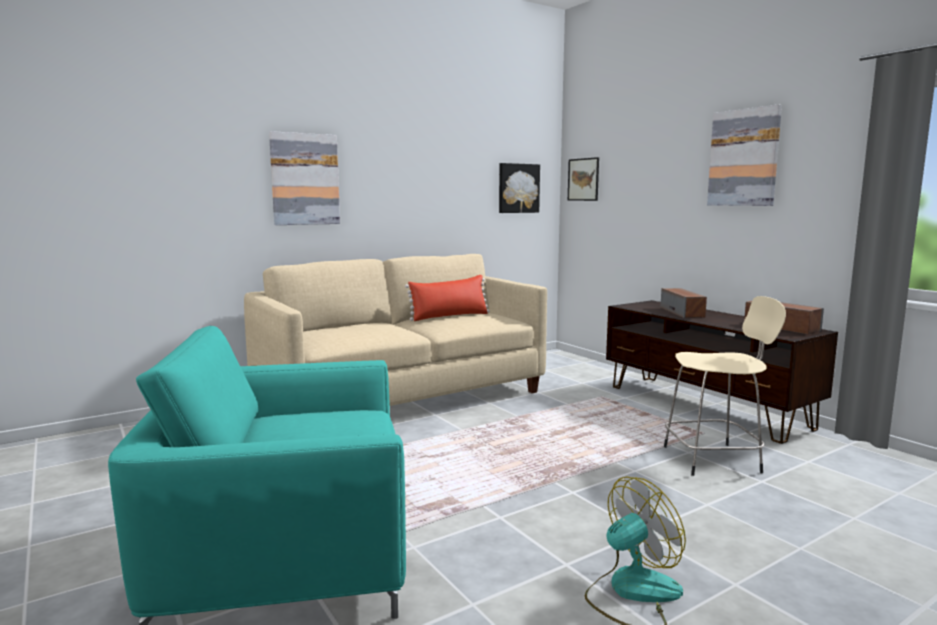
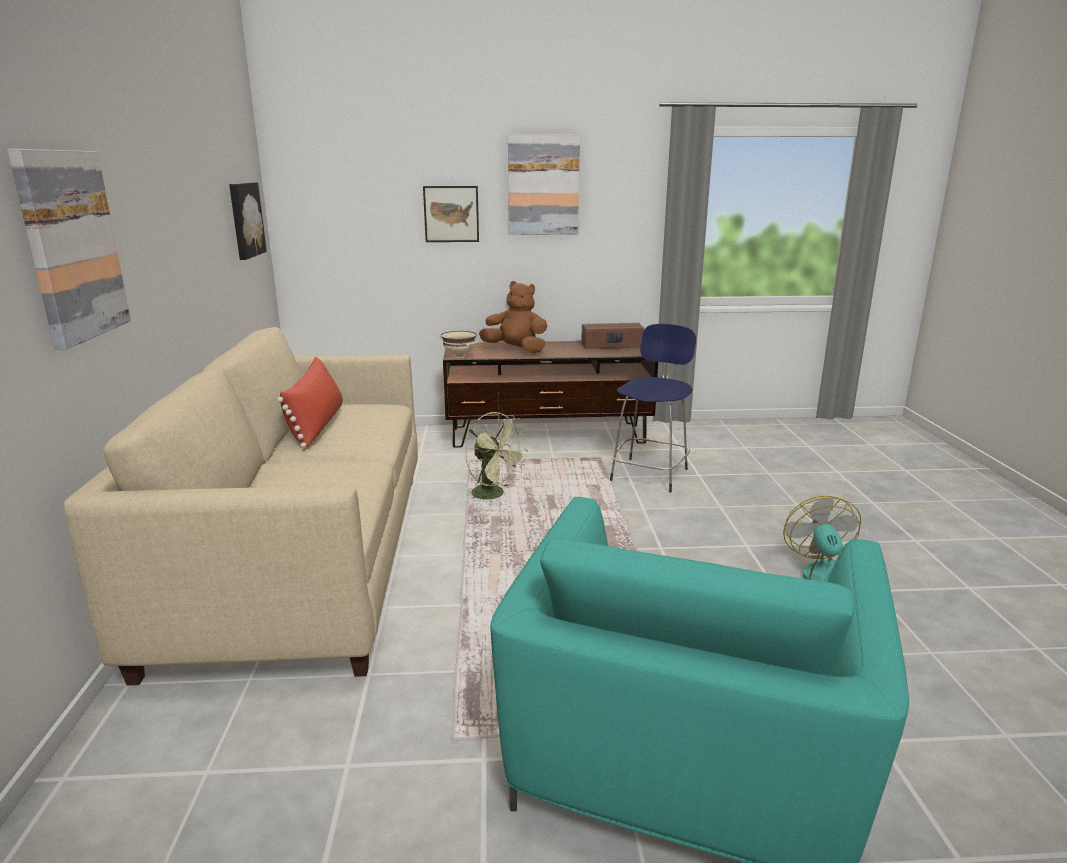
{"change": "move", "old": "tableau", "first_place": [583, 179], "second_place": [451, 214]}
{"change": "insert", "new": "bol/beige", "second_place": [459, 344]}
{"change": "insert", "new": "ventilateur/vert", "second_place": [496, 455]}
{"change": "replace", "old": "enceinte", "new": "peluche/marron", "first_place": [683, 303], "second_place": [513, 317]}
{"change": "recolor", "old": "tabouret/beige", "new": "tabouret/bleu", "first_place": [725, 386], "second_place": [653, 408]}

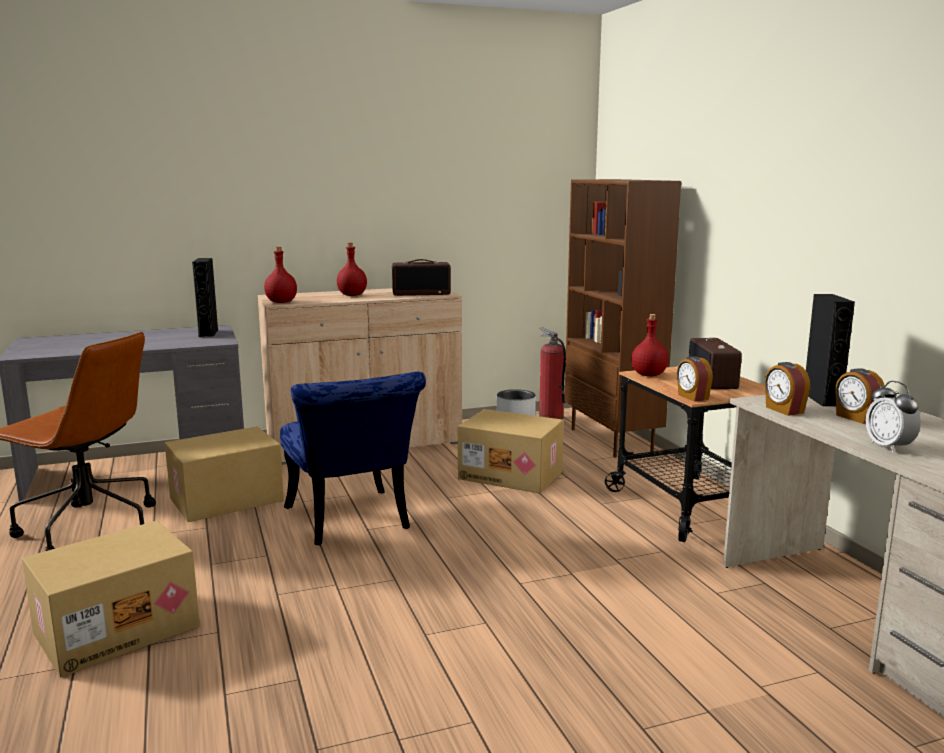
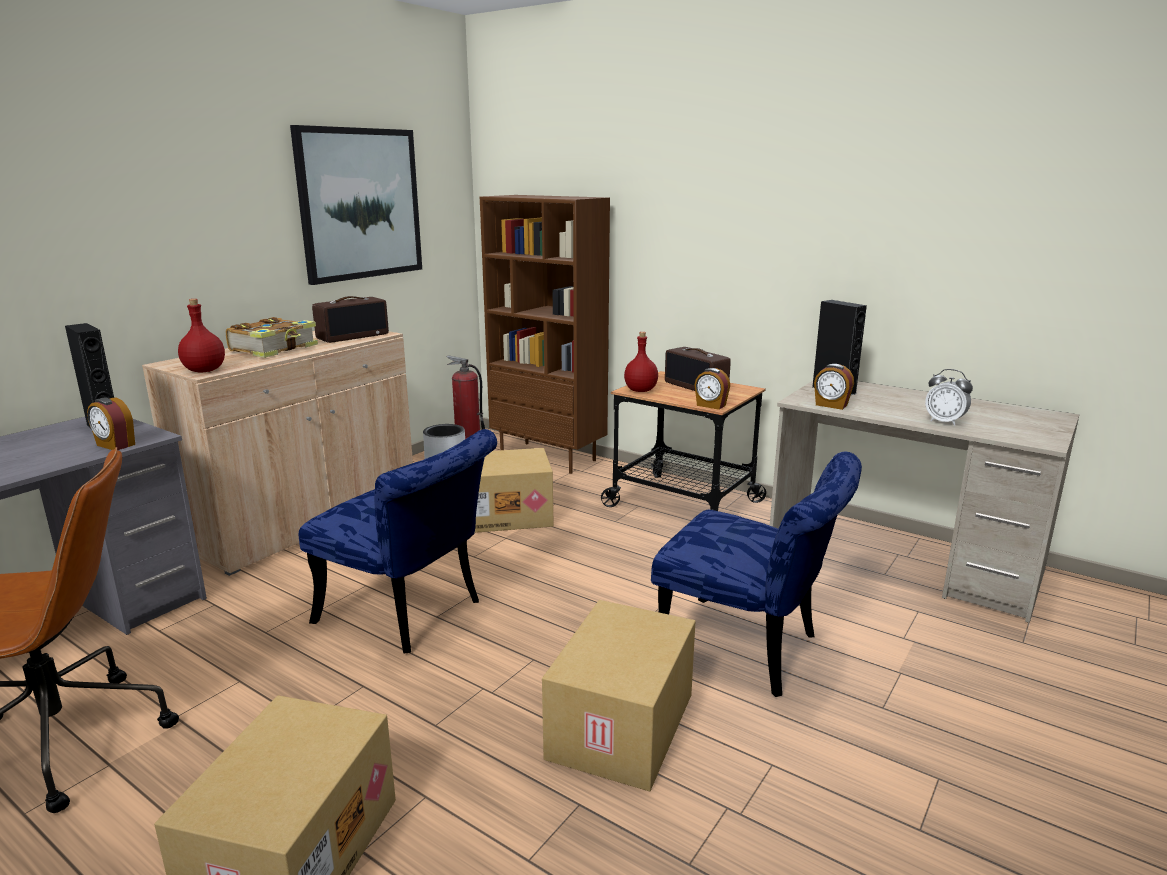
{"change": "move", "old": "réveil", "first_place": [860, 396], "second_place": [111, 423]}
{"change": "replace", "old": "bouteille/rouge", "new": "livre", "first_place": [352, 269], "second_place": [272, 337]}
{"change": "insert", "new": "tableau", "second_place": [356, 205]}
{"change": "move", "old": "carton", "first_place": [224, 474], "second_place": [618, 695]}
{"change": "insert", "new": "chaise/bleu", "second_place": [756, 574]}

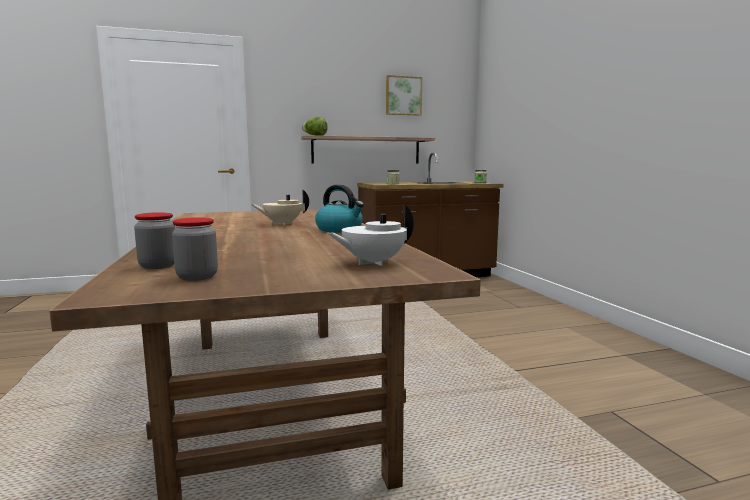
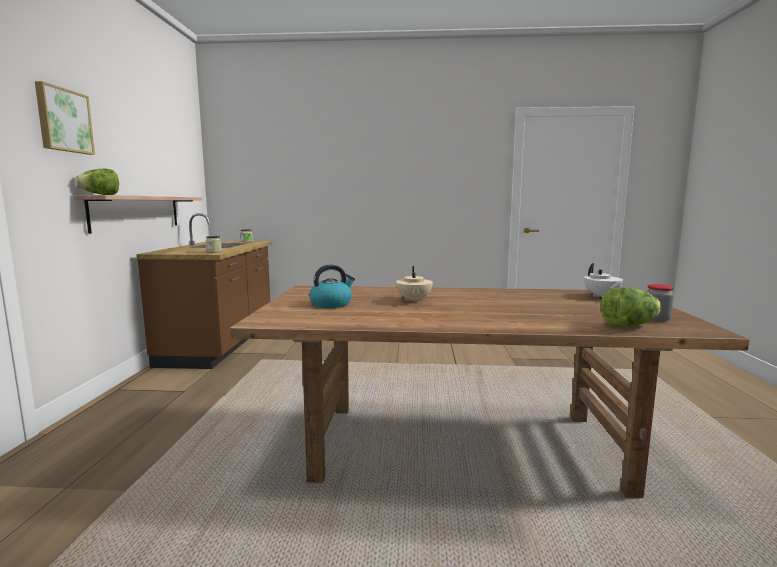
{"change": "move", "old": "tableau", "first_place": [404, 95], "second_place": [65, 118]}
{"change": "move", "old": "bouilloire", "first_place": [339, 208], "second_place": [332, 286]}
{"change": "replace", "old": "bocal", "new": "laitue", "first_place": [154, 240], "second_place": [631, 307]}

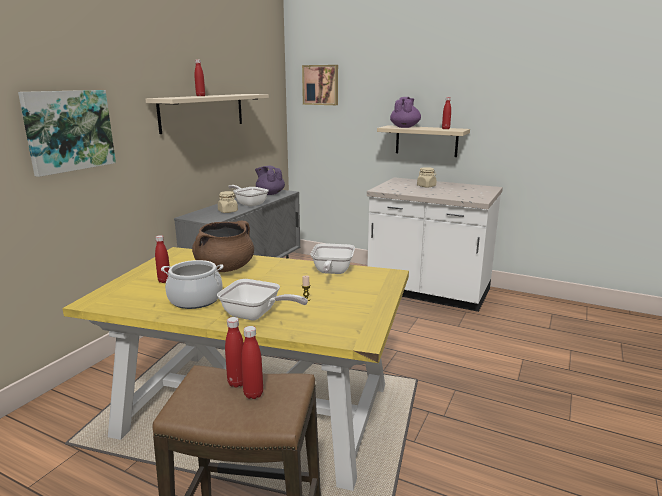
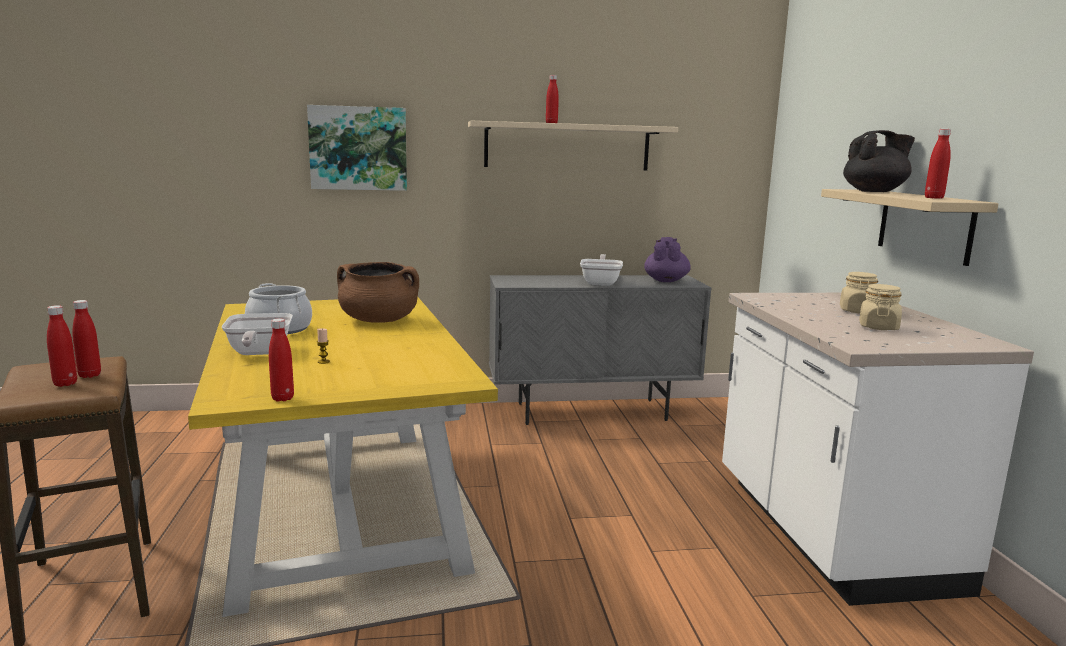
{"change": "move", "old": "bouteille/rouge", "first_place": [162, 259], "second_place": [281, 360]}
{"change": "recolor", "old": "théière/violet", "new": "théière/noir", "first_place": [405, 112], "second_place": [879, 161]}
{"change": "move", "old": "bocal/beige", "first_place": [228, 202], "second_place": [880, 307]}
{"change": "delete", "old": "tableau", "first_place": [320, 85]}
{"change": "delete", "old": "poêle", "first_place": [333, 258]}

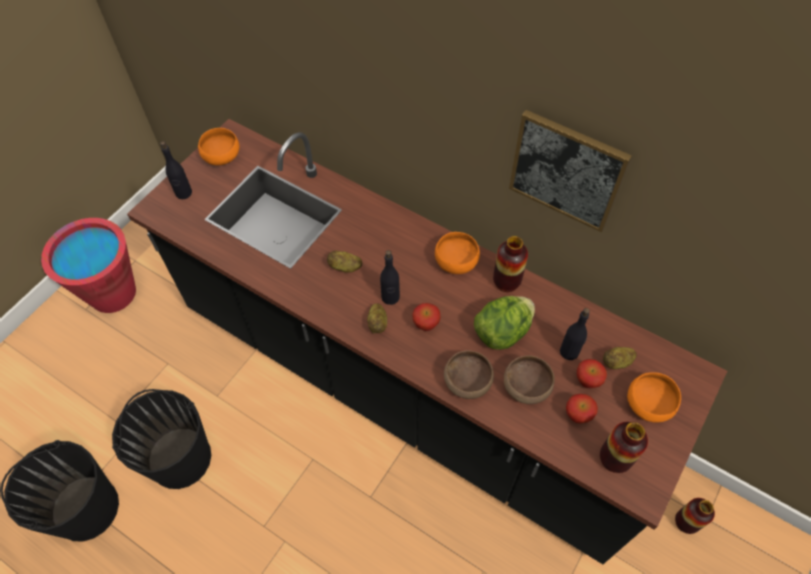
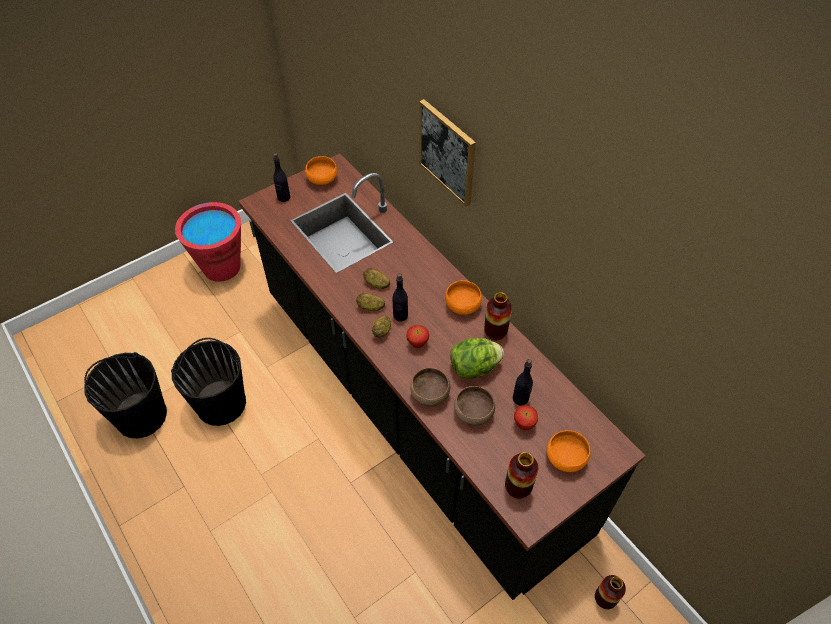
{"change": "move", "old": "pomme de terre", "first_place": [620, 358], "second_place": [370, 302]}
{"change": "move", "old": "tableau", "first_place": [570, 171], "second_place": [447, 153]}
{"change": "delete", "old": "pomme", "first_place": [582, 409]}

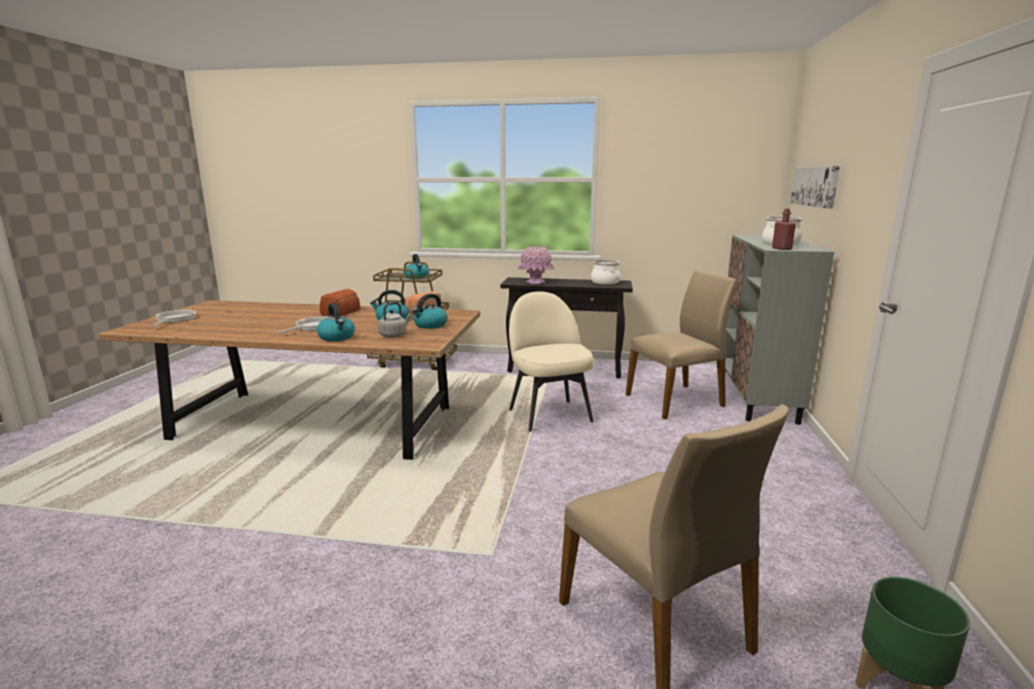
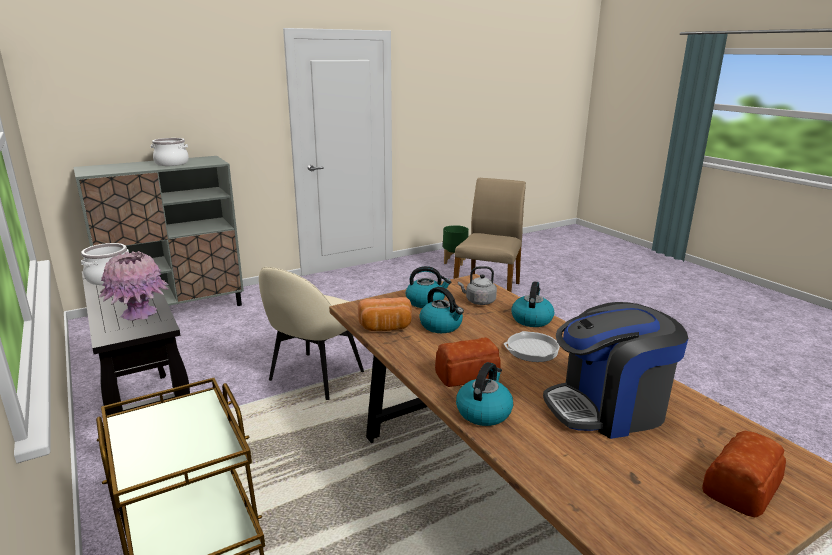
{"change": "move", "old": "bouilloire", "first_place": [416, 266], "second_place": [484, 394]}
{"change": "insert", "new": "machine à café", "second_place": [616, 370]}
{"change": "replace", "old": "poêle", "new": "pain", "first_place": [174, 318], "second_place": [744, 474]}
{"change": "delete", "old": "chaise/beige", "first_place": [681, 344]}
{"change": "delete", "old": "bouteille/rouge", "first_place": [784, 229]}
{"change": "delete", "old": "tableau", "first_place": [815, 187]}

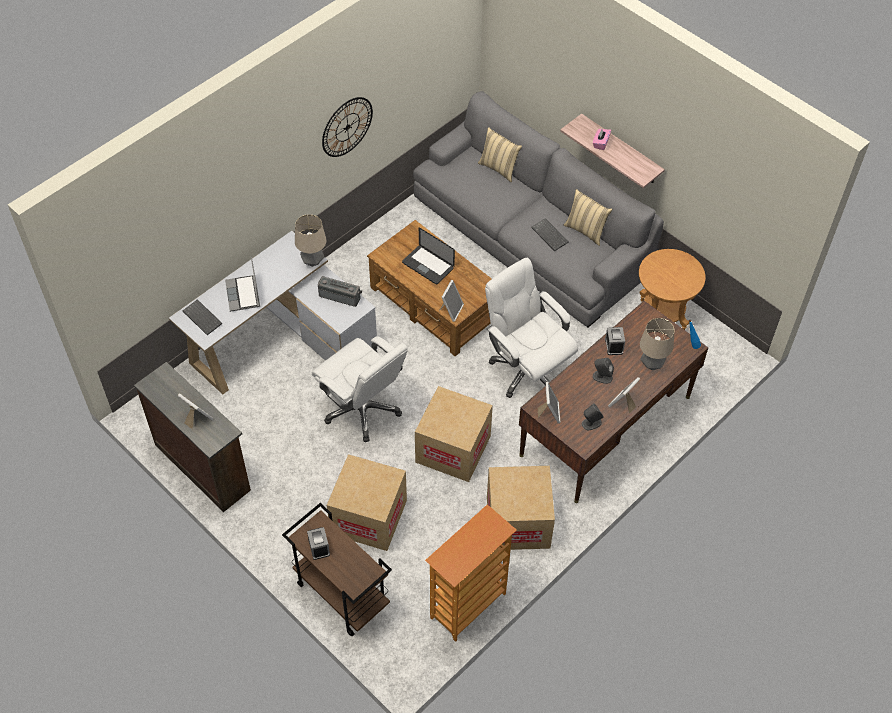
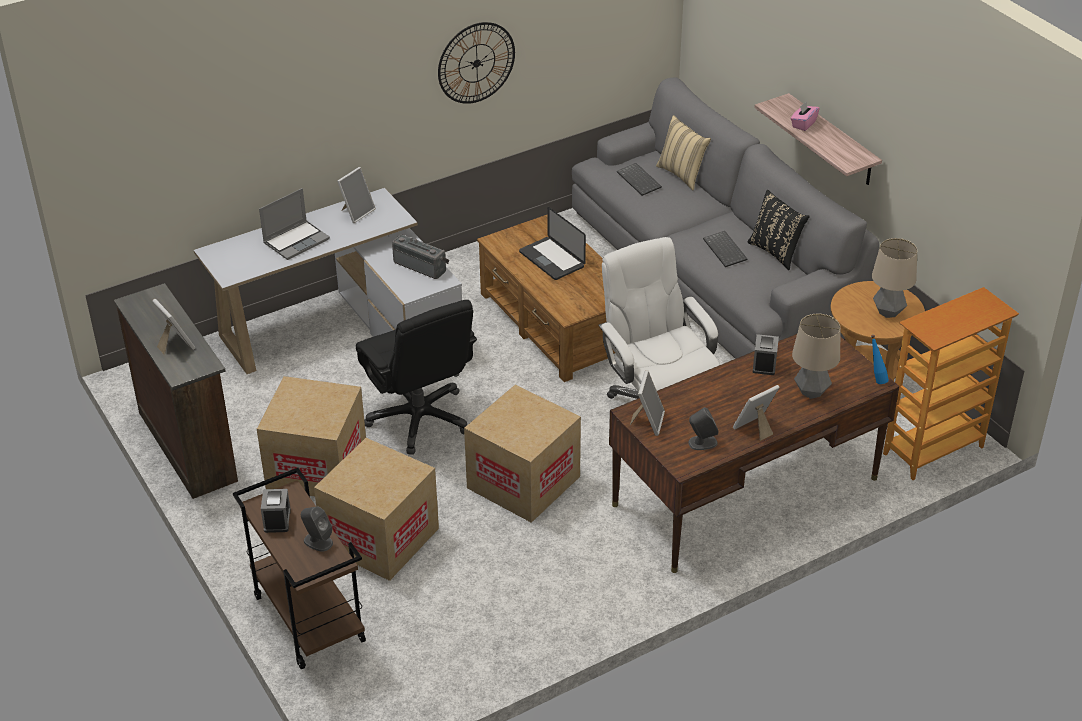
{"change": "move", "old": "carton", "first_place": [521, 508], "second_place": [311, 436]}
{"change": "rotate", "old": "ordinateur portable", "first_place": [242, 284], "second_place": [294, 224], "degrees": -135}
{"change": "move", "old": "enceinte/gris", "first_place": [603, 371], "second_place": [317, 529]}
{"change": "move", "old": "cadre photo", "first_place": [451, 301], "second_place": [356, 195]}
{"change": "recolor", "old": "chaise de bureau/blanc", "new": "chaise de bureau/noir", "first_place": [360, 389], "second_place": [416, 377]}
{"change": "move", "old": "clavier", "first_place": [202, 317], "second_place": [639, 179]}
{"change": "recolor", "old": "coussin/beige", "new": "coussin/noir", "first_place": [588, 217], "second_place": [778, 230]}
{"change": "move", "old": "lampe de table", "first_place": [310, 240], "second_place": [894, 278]}
{"change": "move", "old": "bibliothèque", "first_place": [470, 573], "second_place": [951, 383]}

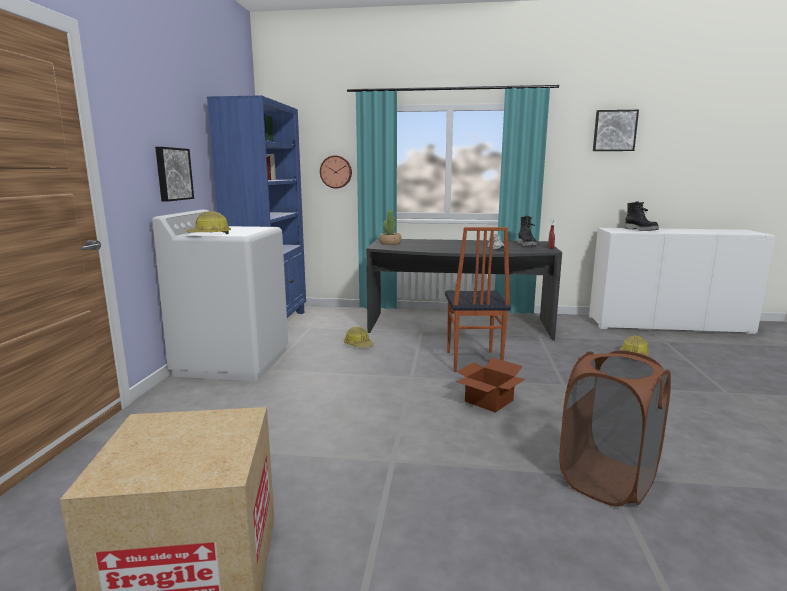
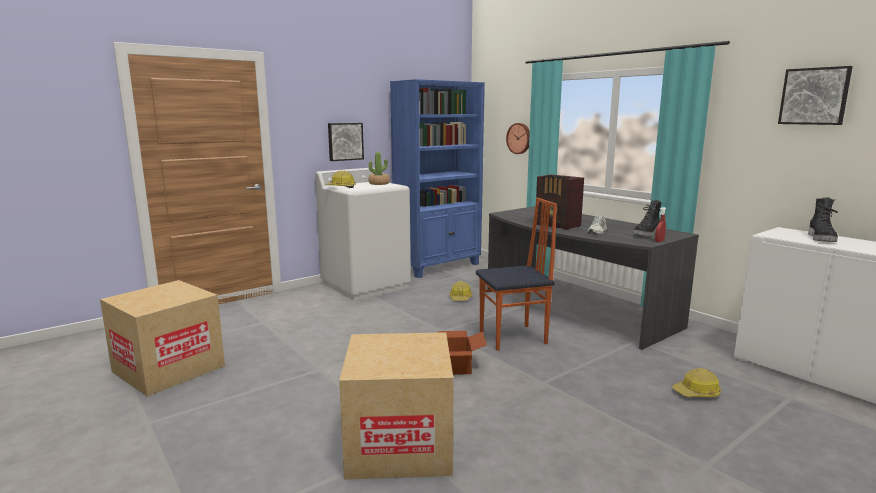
{"change": "replace", "old": "panier à linge/marron", "new": "carton", "first_place": [615, 429], "second_place": [396, 406]}
{"change": "move", "old": "plante en pot", "first_place": [390, 227], "second_place": [379, 168]}
{"change": "rotate", "old": "chaise", "first_place": [478, 299], "second_place": [516, 274], "degrees": -150}
{"change": "insert", "new": "radio", "second_place": [560, 202]}

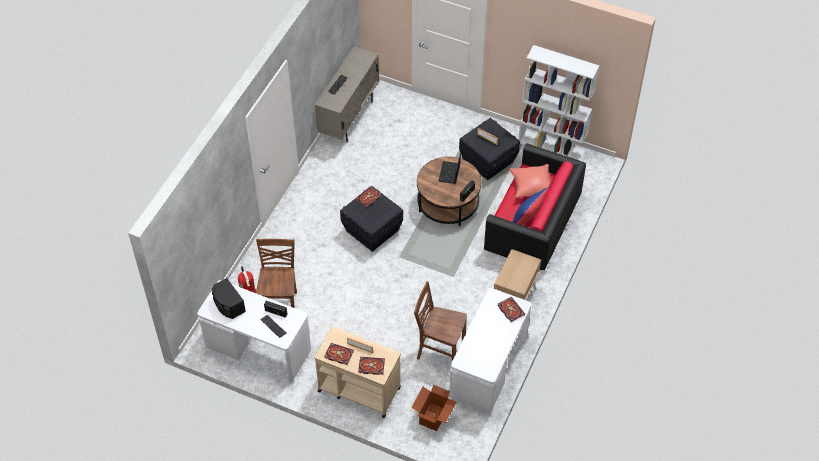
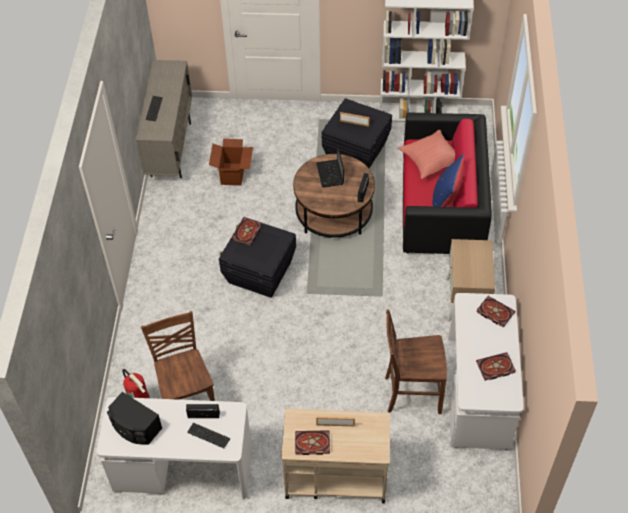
{"change": "move", "old": "carton", "first_place": [434, 408], "second_place": [231, 162]}
{"change": "move", "old": "livre", "first_place": [371, 366], "second_place": [496, 366]}

